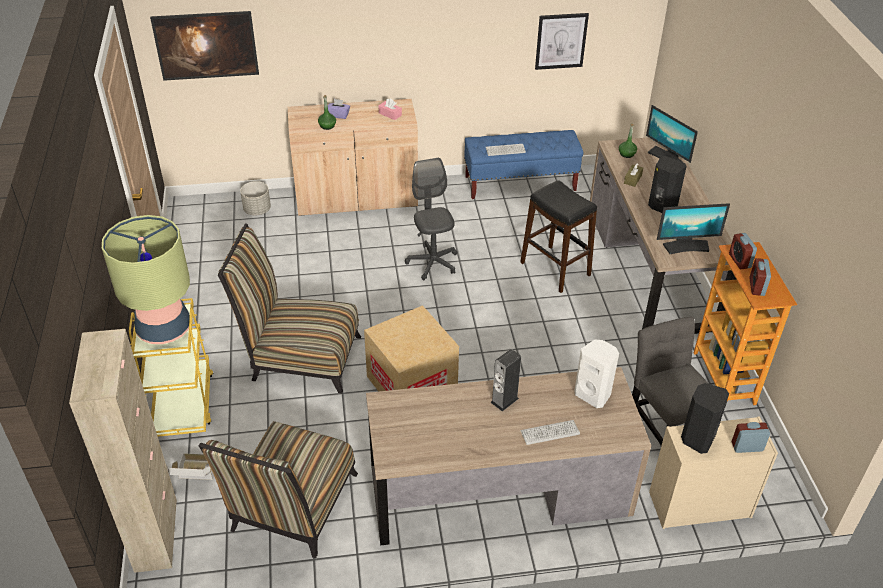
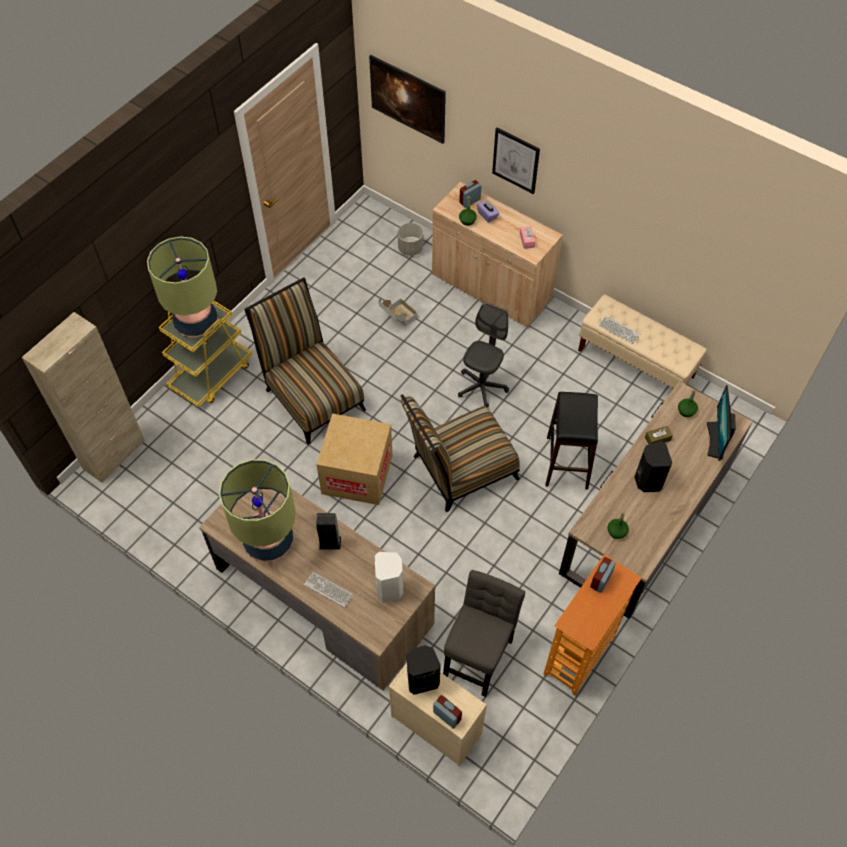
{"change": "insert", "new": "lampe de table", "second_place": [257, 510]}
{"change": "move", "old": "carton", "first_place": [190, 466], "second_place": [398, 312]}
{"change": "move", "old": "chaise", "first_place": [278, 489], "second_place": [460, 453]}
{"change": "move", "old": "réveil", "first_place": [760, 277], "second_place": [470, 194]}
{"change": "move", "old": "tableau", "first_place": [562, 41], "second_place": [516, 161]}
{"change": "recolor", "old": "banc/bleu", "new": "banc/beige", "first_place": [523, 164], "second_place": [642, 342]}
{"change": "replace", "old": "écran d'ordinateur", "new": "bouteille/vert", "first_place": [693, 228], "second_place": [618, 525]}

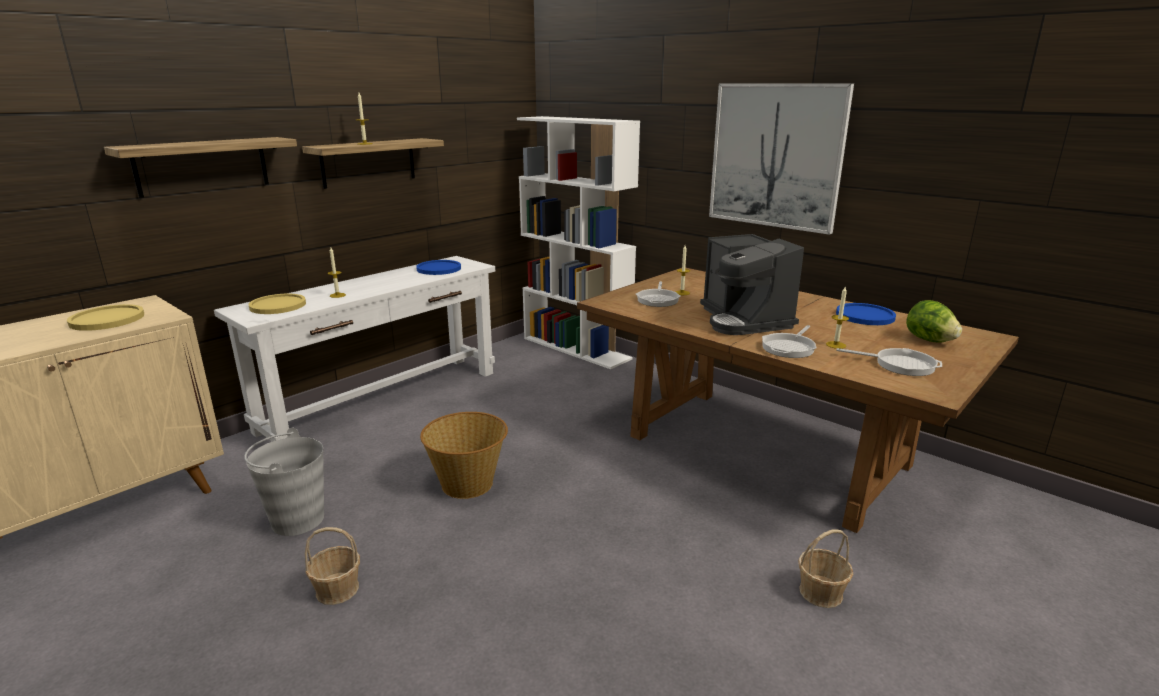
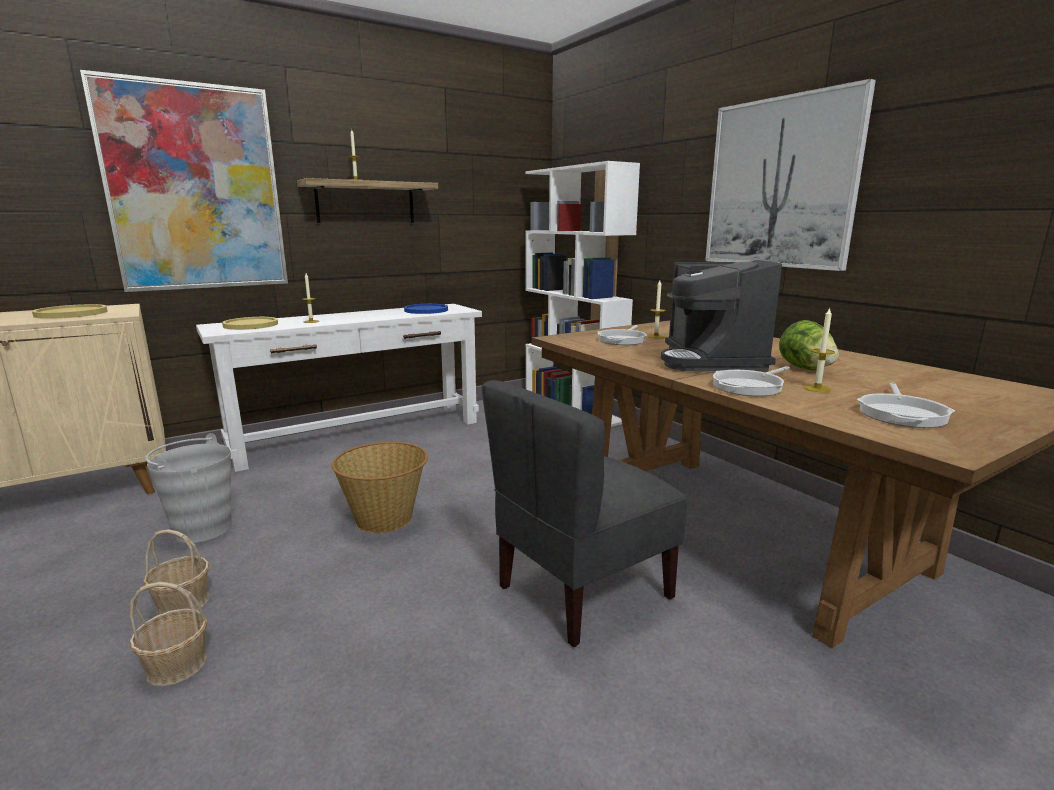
{"change": "replace", "old": "étagère", "new": "tableau", "first_place": [200, 167], "second_place": [184, 181]}
{"change": "move", "old": "panier", "first_place": [826, 568], "second_place": [169, 634]}
{"change": "insert", "new": "chaise/gris", "second_place": [584, 513]}
{"change": "move", "old": "laitue", "first_place": [934, 321], "second_place": [809, 345]}
{"change": "rotate", "old": "poêle", "first_place": [889, 362], "second_place": [906, 405], "degrees": 75}
{"change": "delete", "old": "assiette/bleu", "first_place": [866, 314]}

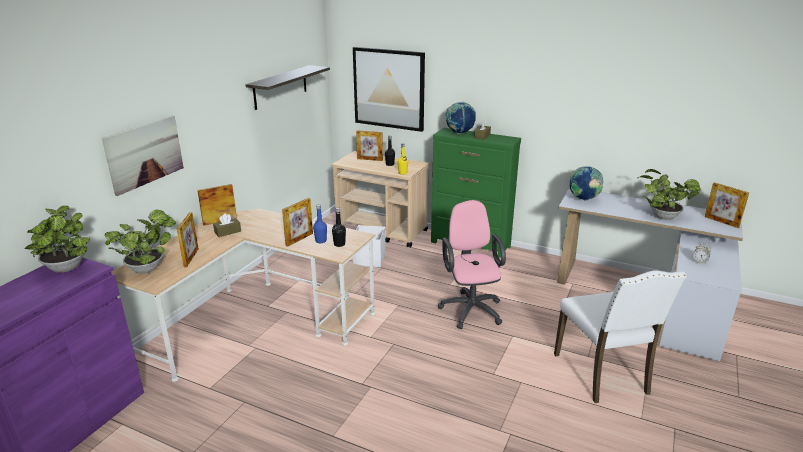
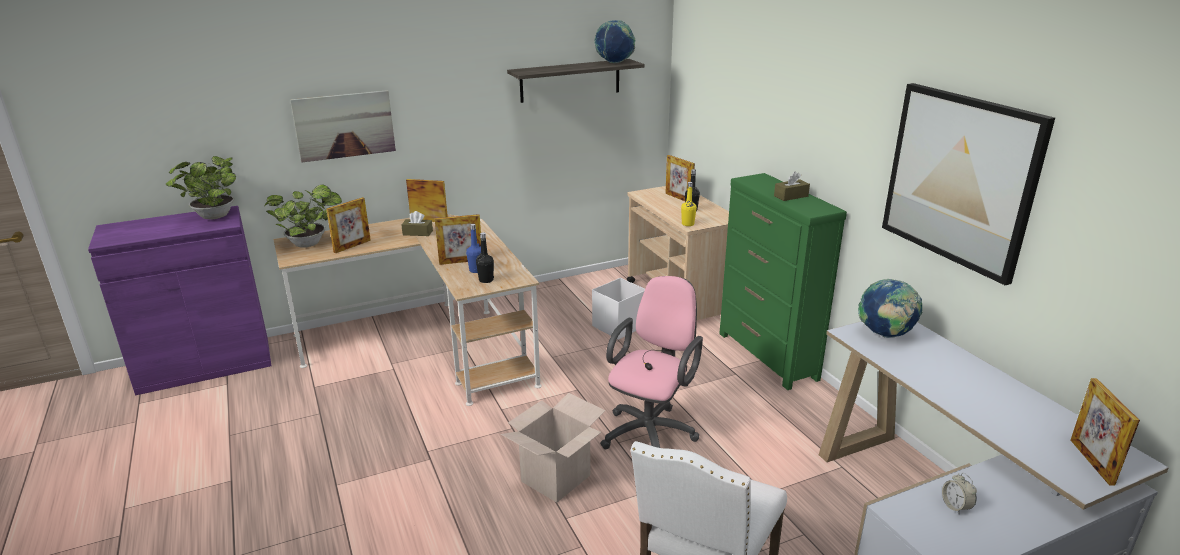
{"change": "insert", "new": "carton", "second_place": [553, 448]}
{"change": "move", "old": "globe", "first_place": [460, 118], "second_place": [614, 41]}
{"change": "move", "old": "tableau", "first_place": [389, 89], "second_place": [968, 184]}
{"change": "delete", "old": "plante en pot", "first_place": [669, 194]}

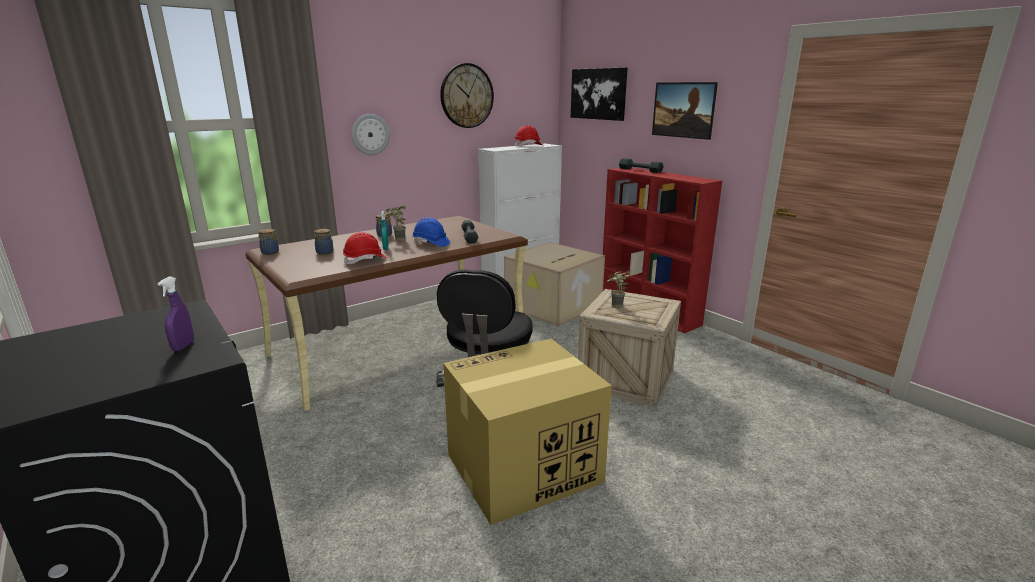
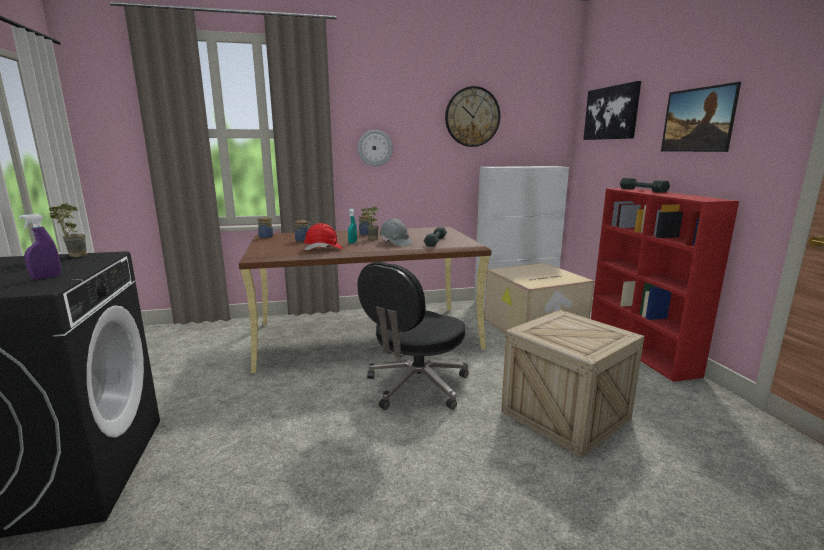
{"change": "move", "old": "plante en pot", "first_place": [619, 289], "second_place": [68, 230]}
{"change": "recolor", "old": "casque de chantier/bleu", "new": "casque de chantier/gris", "first_place": [431, 232], "second_place": [395, 232]}
{"change": "delete", "old": "carton", "first_place": [527, 432]}
{"change": "delete", "old": "casque de chantier/rouge", "first_place": [528, 136]}

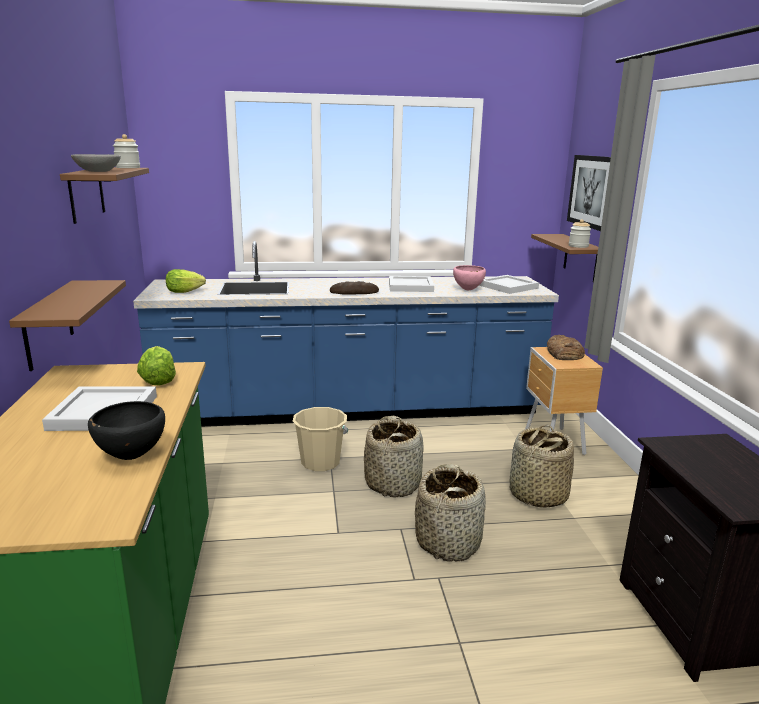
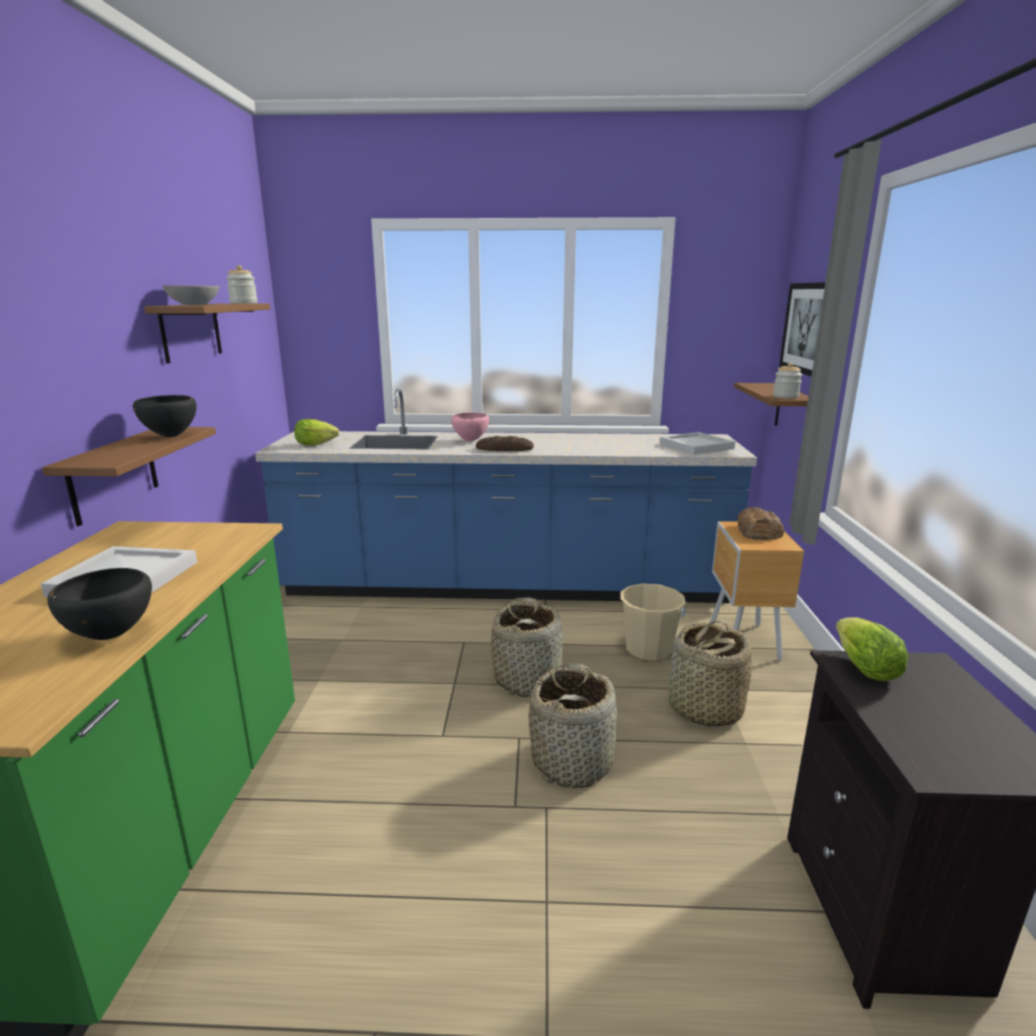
{"change": "insert", "new": "bol/noir", "second_place": [164, 416]}
{"change": "move", "old": "bol/rose", "first_place": [469, 277], "second_place": [470, 427]}
{"change": "move", "old": "seau/beige", "first_place": [320, 439], "second_place": [653, 621]}
{"change": "move", "old": "laitue", "first_place": [156, 366], "second_place": [872, 649]}
{"change": "delete", "old": "plateau/blanc", "first_place": [411, 284]}

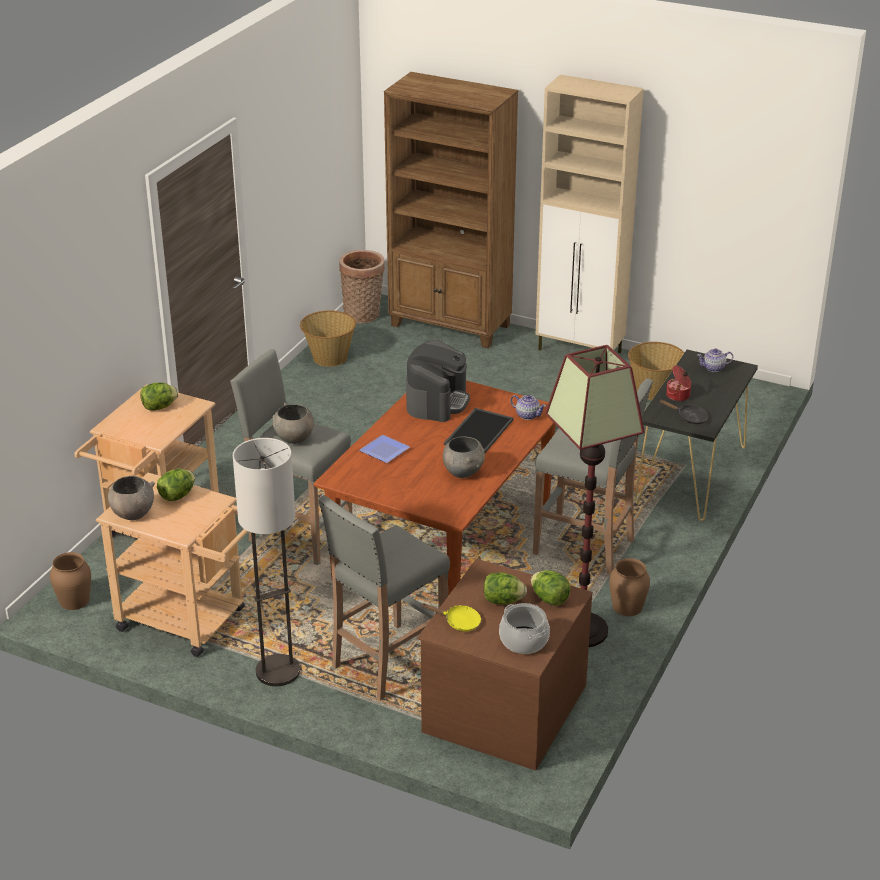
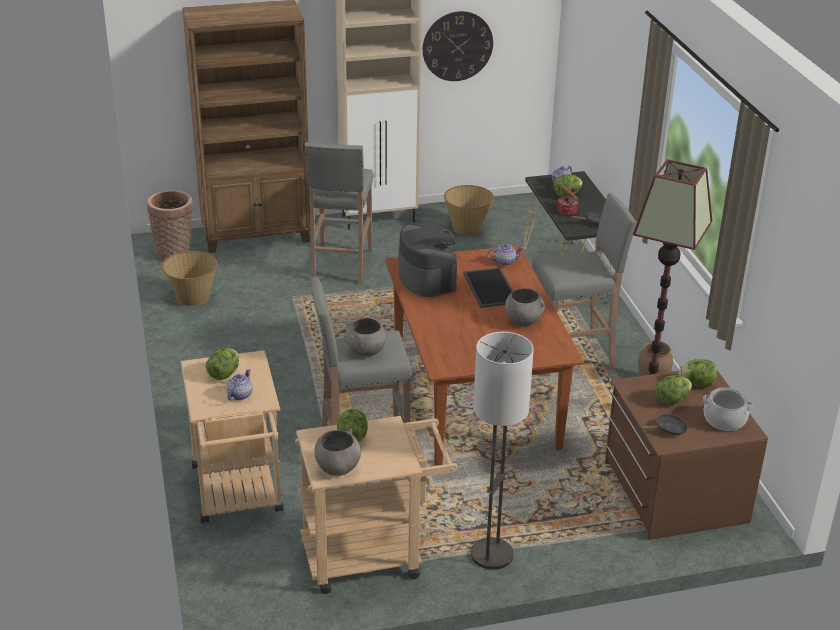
{"change": "insert", "new": "théière", "second_place": [239, 384]}
{"change": "move", "old": "tabouret/gris", "first_place": [384, 598], "second_place": [339, 213]}
{"change": "insert", "new": "horloge murale", "second_place": [458, 46]}
{"change": "insert", "new": "laitue", "second_place": [568, 185]}
{"change": "recolor", "old": "poêle/jaune", "new": "poêle/noir", "first_place": [451, 617], "second_place": [663, 424]}
{"change": "delete", "old": "vase/marron", "first_place": [70, 581]}
{"change": "delete", "old": "assiette", "first_place": [384, 449]}

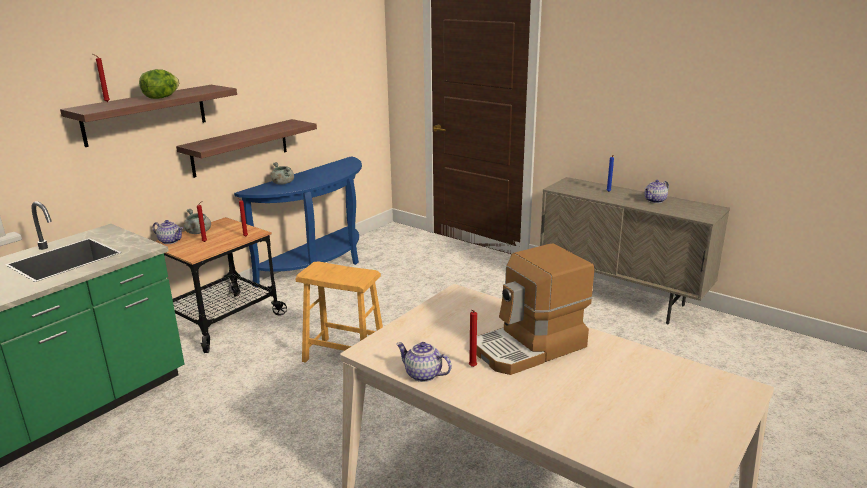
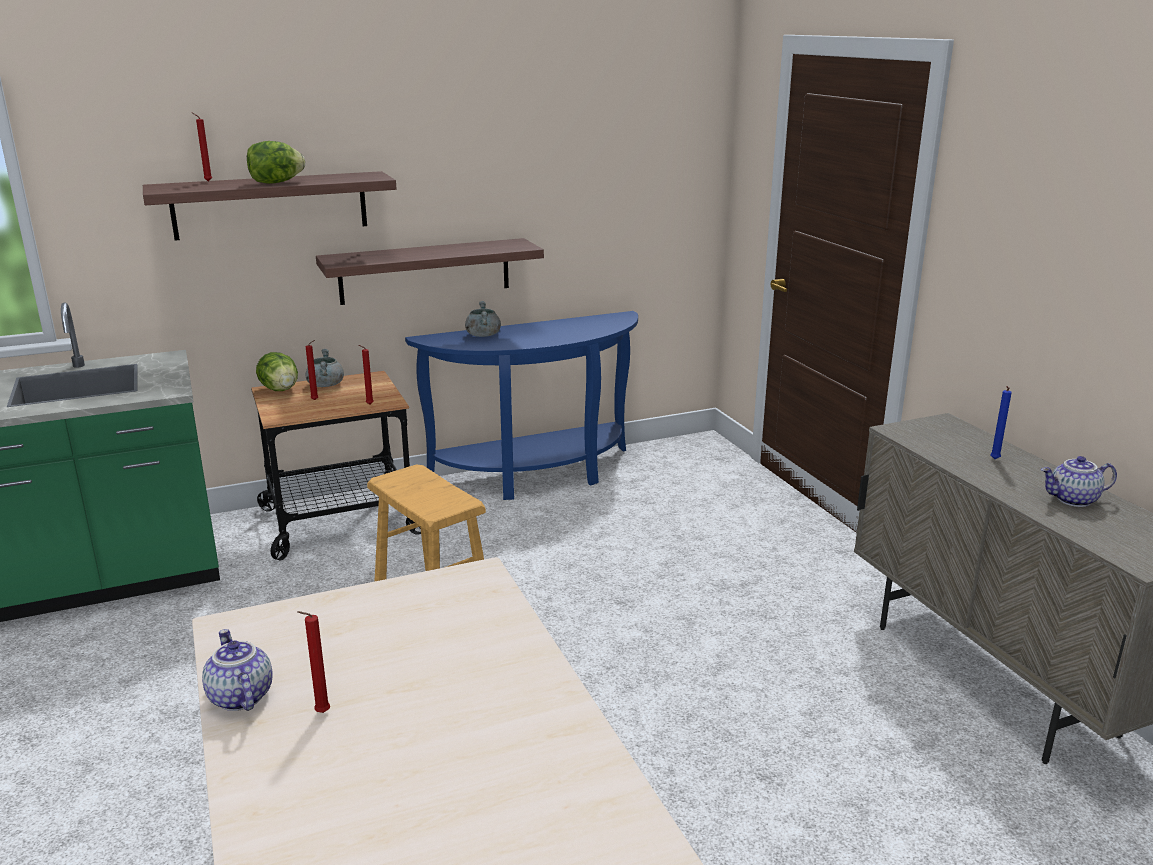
{"change": "replace", "old": "théière", "new": "laitue", "first_place": [168, 232], "second_place": [277, 371]}
{"change": "delete", "old": "machine à café", "first_place": [535, 309]}

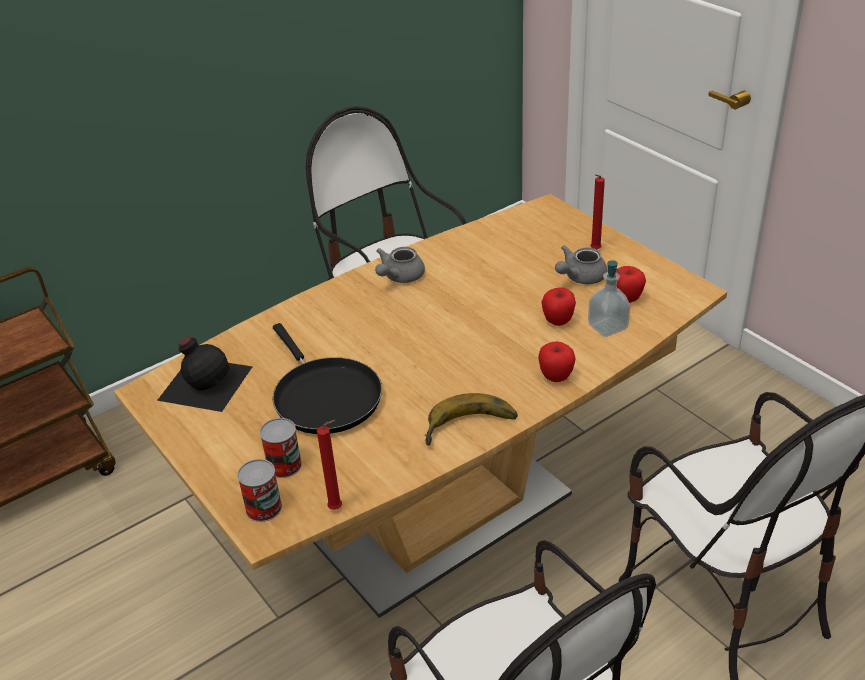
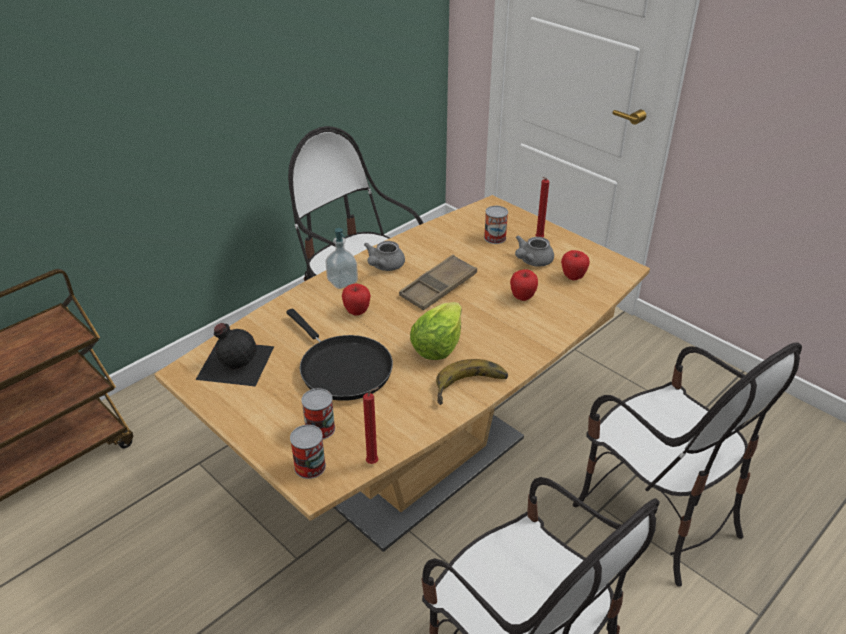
{"change": "move", "old": "distributeur de savon", "first_place": [609, 298], "second_place": [341, 258]}
{"change": "move", "old": "pomme", "first_place": [557, 361], "second_place": [356, 300]}
{"change": "insert", "new": "plateau/marron", "second_place": [438, 282]}
{"change": "insert", "new": "laitue", "second_place": [436, 331]}
{"change": "insert", "new": "boîte métallique", "second_place": [496, 225]}

